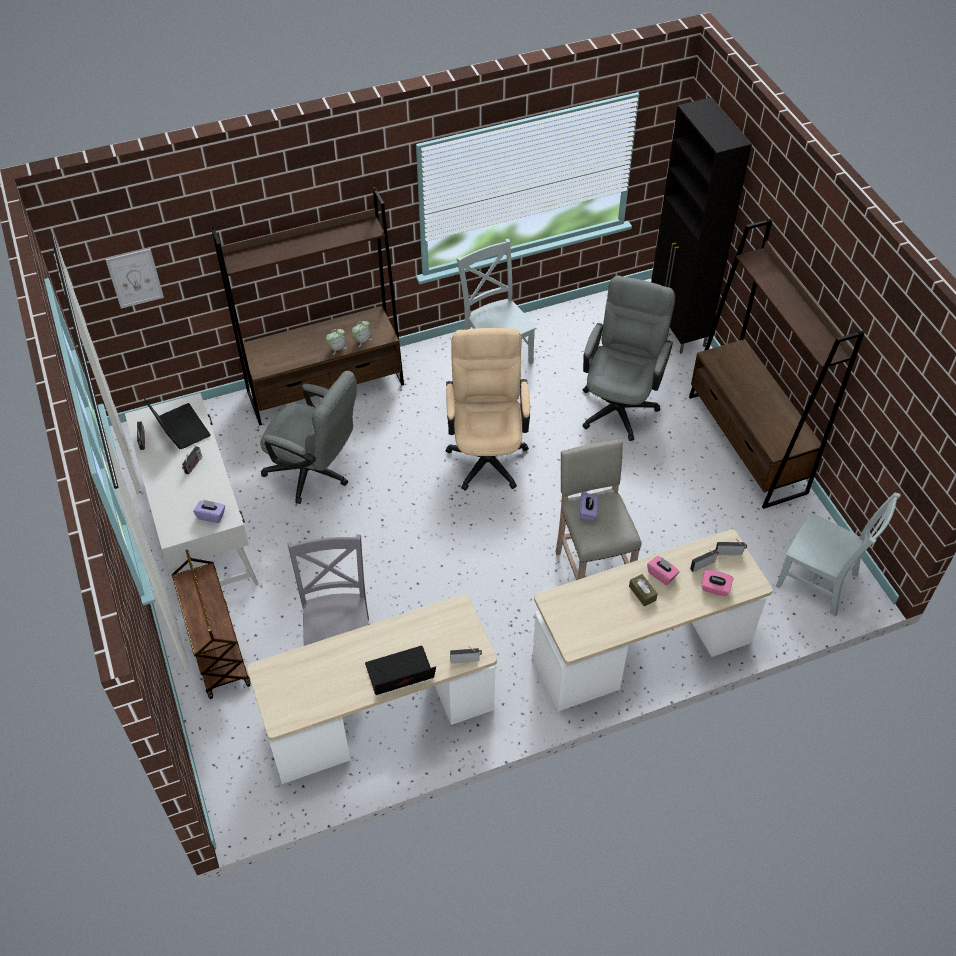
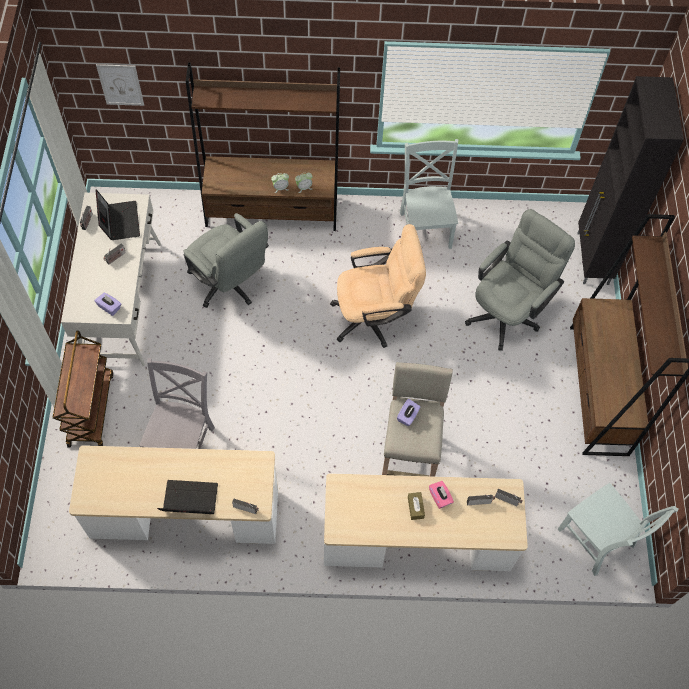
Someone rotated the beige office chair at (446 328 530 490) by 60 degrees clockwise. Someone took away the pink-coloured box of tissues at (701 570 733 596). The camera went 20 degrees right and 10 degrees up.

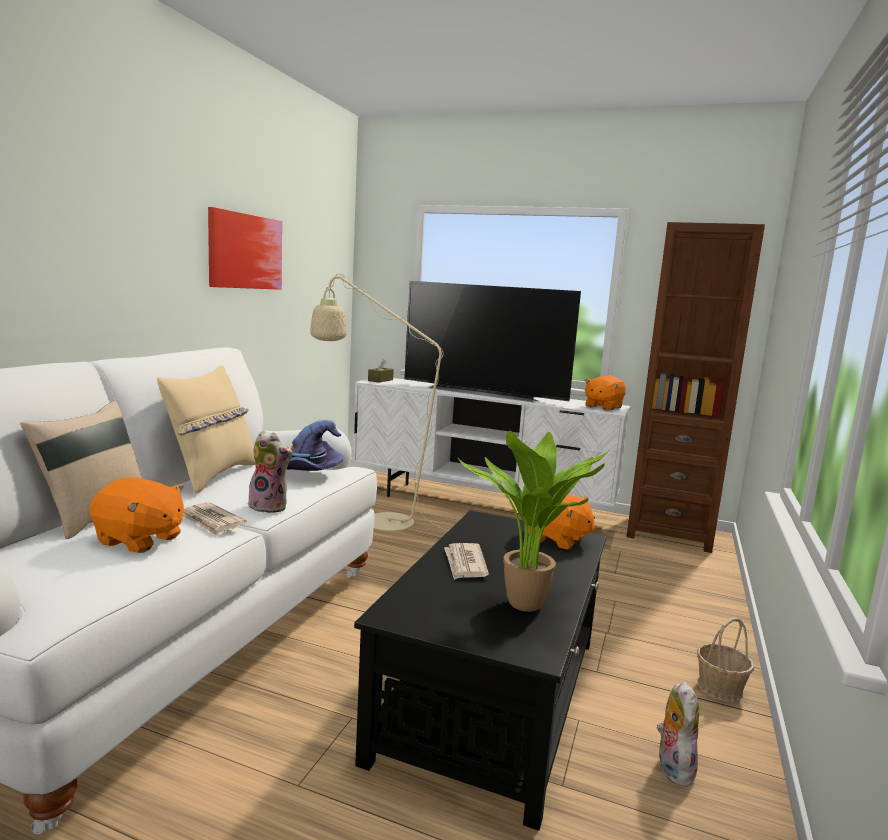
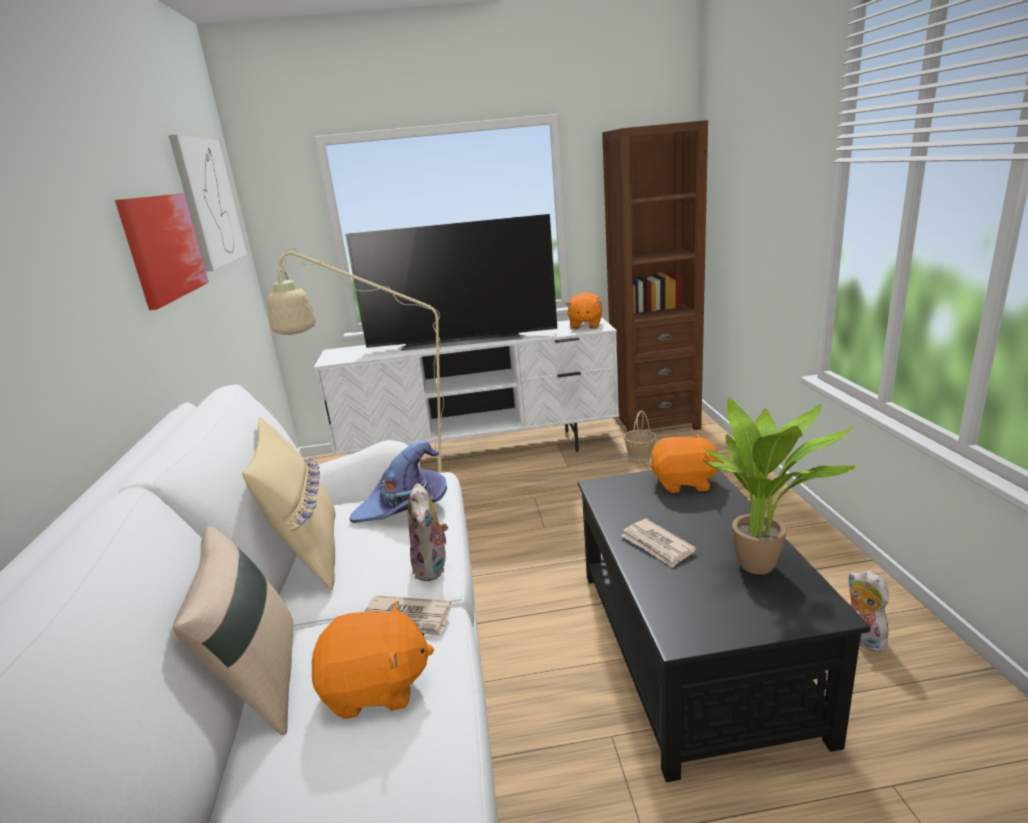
Someone took away the brown box of tissues at (368 358 394 383). Someone rotated the cuddly toy at (248 430 292 513) by 90 degrees clockwise. Someone carried the household basket from (697 617 754 702) to (624 410 657 461). Someone put up the wall picture at (169 134 247 272). The camera went 25 degrees left and 10 degrees up.

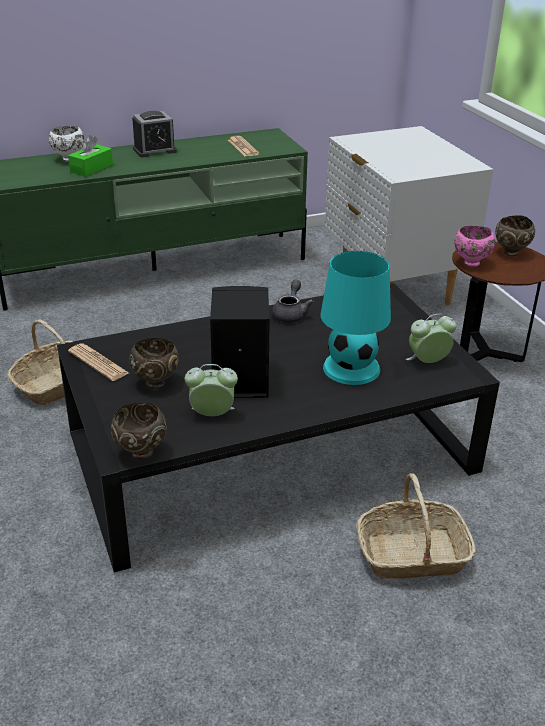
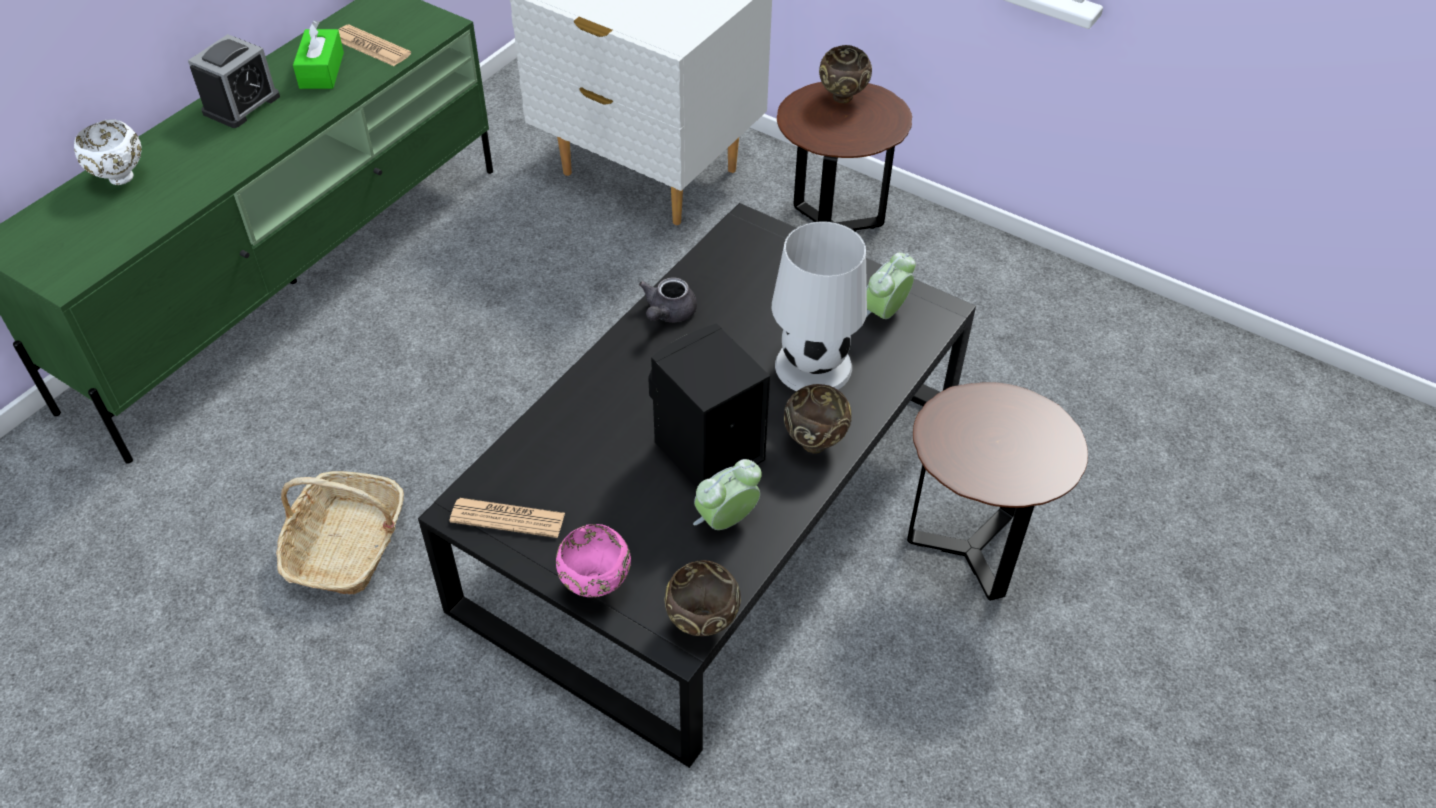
Someone carried the green-coloured box of tissues from (68 135 113 177) to (293 20 344 89). Someone carried the pink-coloured deep dish from (454 226 495 267) to (556 524 631 597). Someone repainted the blue-green tabletop lamp at (321 251 391 385), which became the white tabletop lamp at (772 221 867 391). Someone rotated the grey teapot at (272 280 314 323) by 135 degrees counterclockwise. Someone carried the brown deep dish from (129 338 179 389) to (784 384 852 454). Someone swapped the household basket at (356 473 476 579) for the brown accent table at (907 382 1088 601). The camera went 35 degrees left and 15 degrees up.

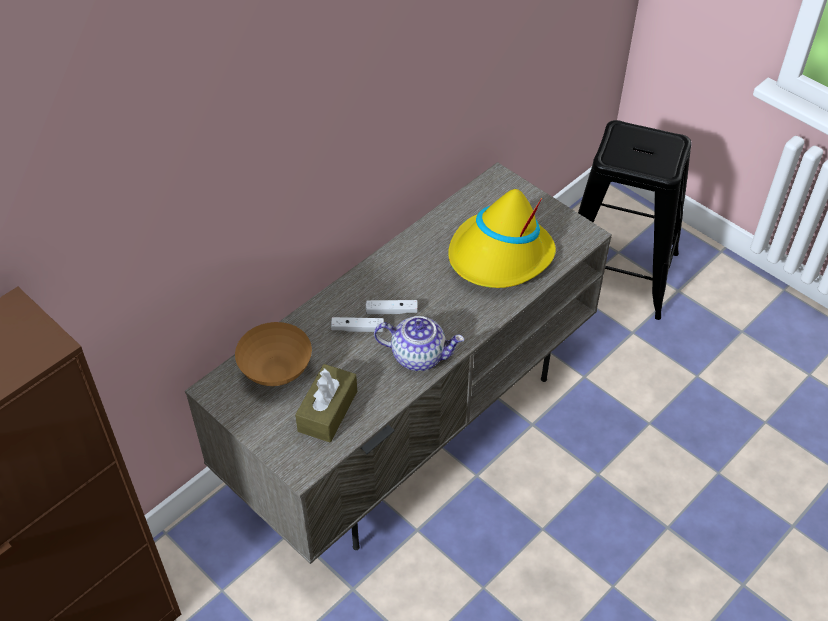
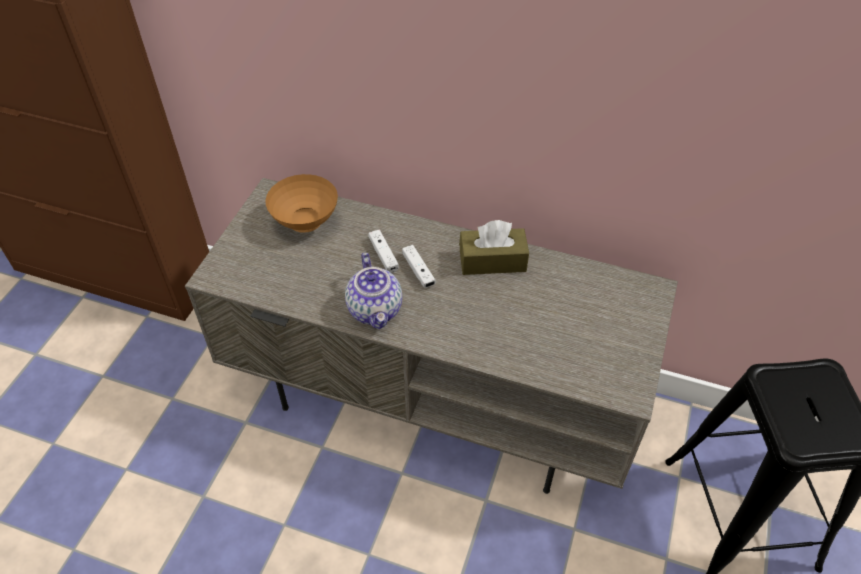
Someone took away the yellowish wearable hat at (448 189 556 288). Someone carried the brown box of tissues from (295 364 357 442) to (459 220 529 275). The camera went 65 degrees right and 0 degrees up.

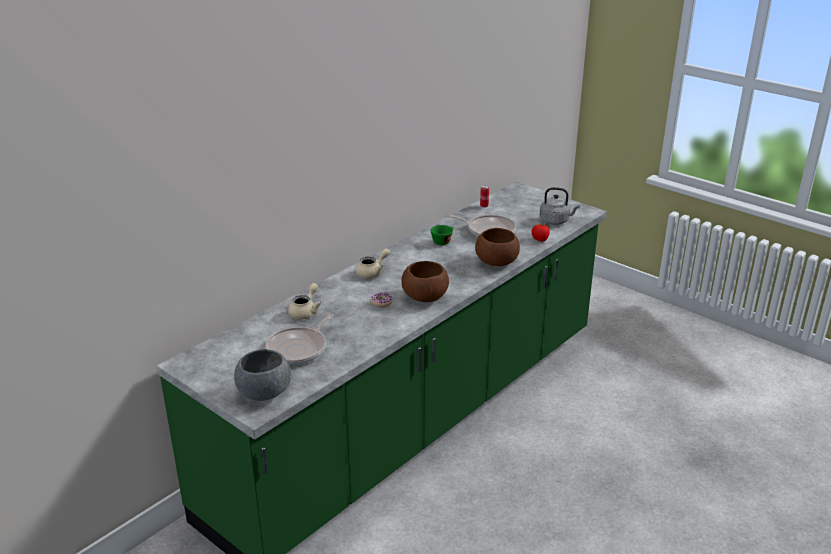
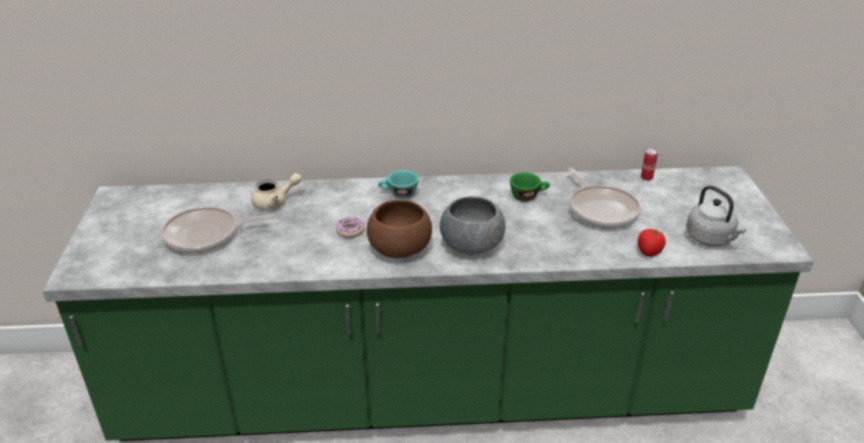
Someone took away the brown deep dish at (475 228 520 266). Someone swapped the beige teapot at (355 249 390 279) for the blue-green small cup at (378 170 419 199). Someone carried the grey deep dish from (234 349 291 401) to (440 196 505 255). The camera went 45 degrees right and 5 degrees up.

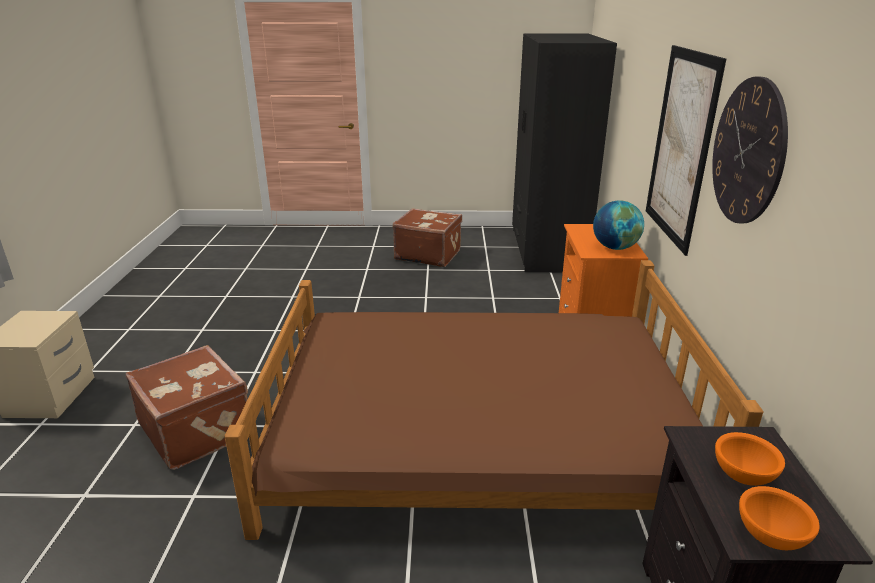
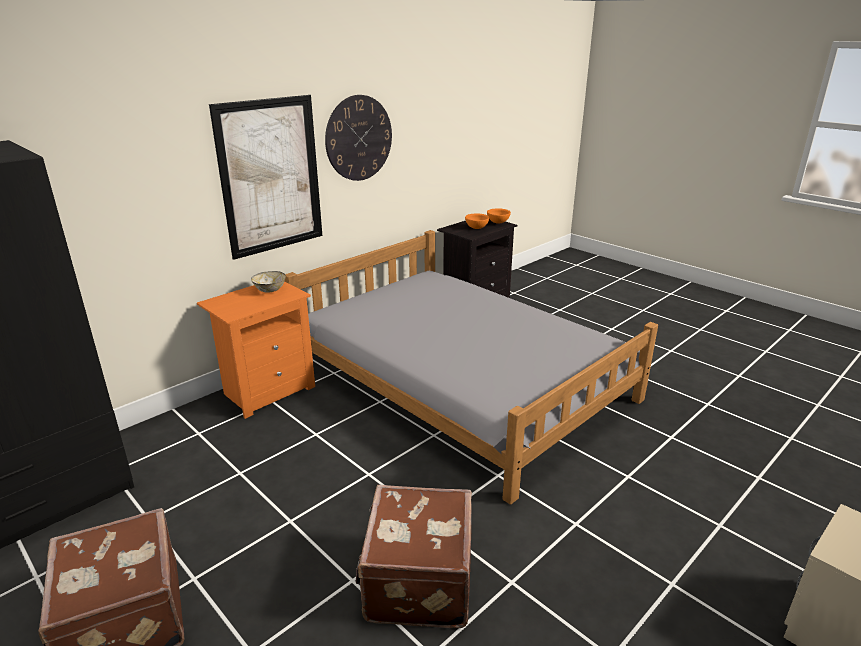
Someone swapped the world globe at (593 200 644 250) for the deep dish at (251 271 286 293). Someone repainted the brown bed at (224 260 764 540), which became the grey bed at (285 230 658 505). Someone carried the brown suitcase from (126 345 248 470) to (356 485 472 628). The camera went 135 degrees left and 0 degrees up.

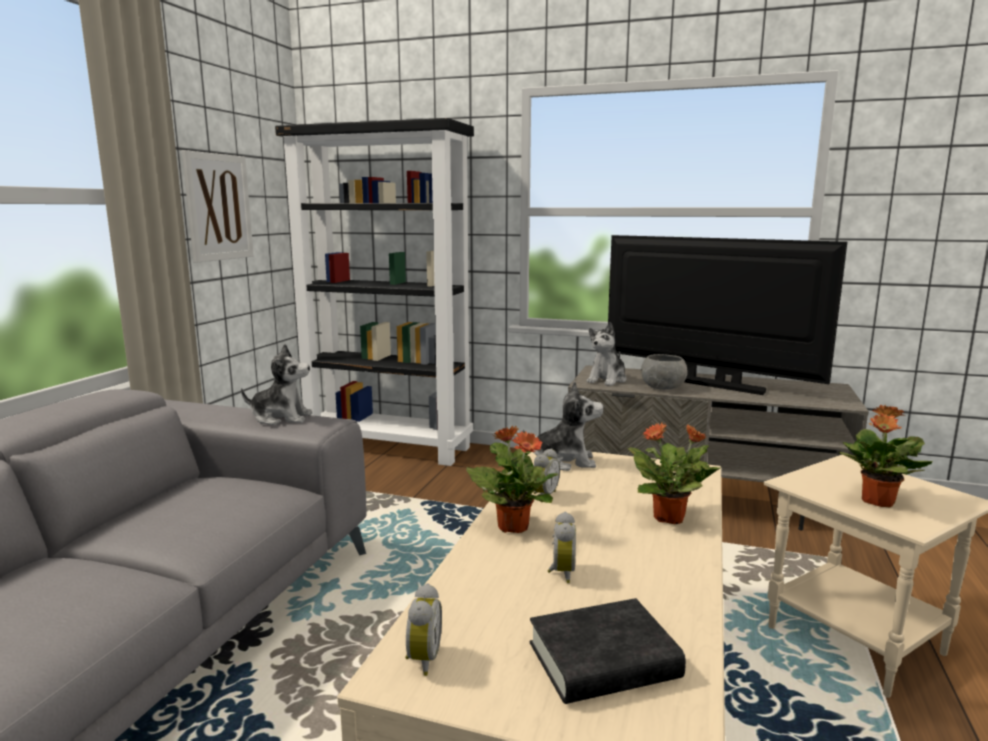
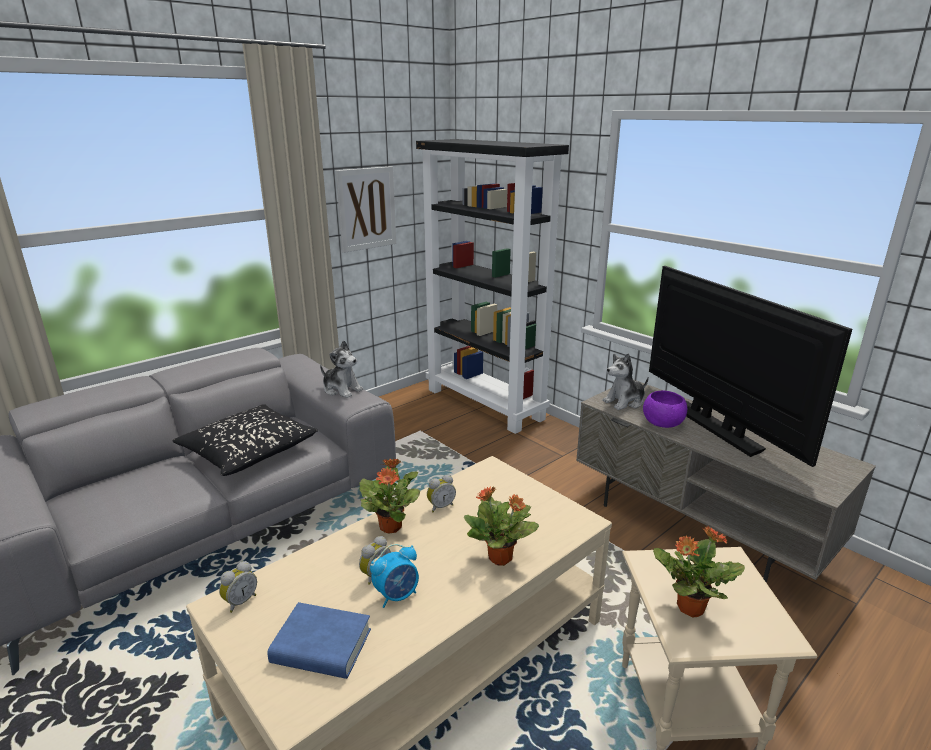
Someone repainted the grey deep dish at (641 354 688 390), which became the purplish deep dish at (643 391 687 428). Someone took away the cuddly toy at (522 381 604 471). Someone repainted the blackish bound book at (530 598 686 704), which became the blue bound book at (267 602 371 679). Someone put down the blackish throw pillow at (173 404 318 476). Someone put down the alarm clock at (370 544 419 608). The camera went 30 degrees right and 10 degrees up.

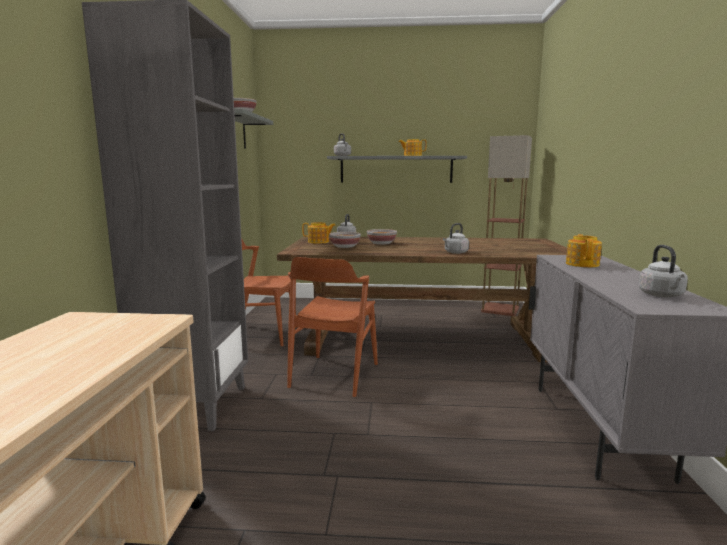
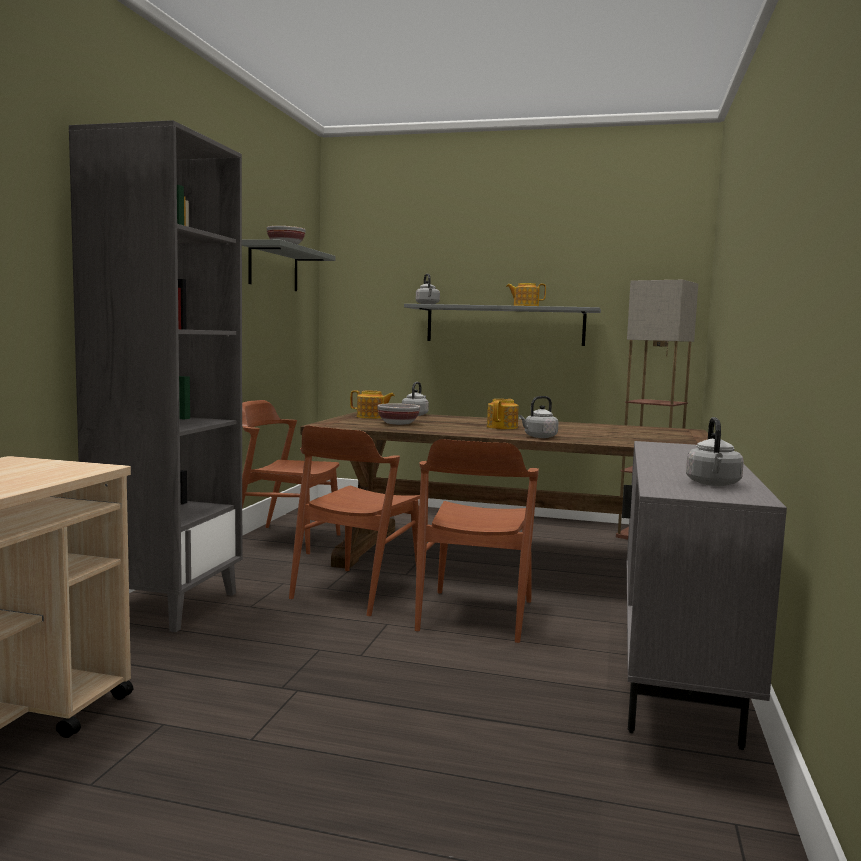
Someone took away the deep dish at (367 229 397 245). Someone carried the teapot from (566 234 602 267) to (487 399 518 429). Someone put down the brown chair at (415 439 539 643). The camera went 10 degrees right and 5 degrees down.

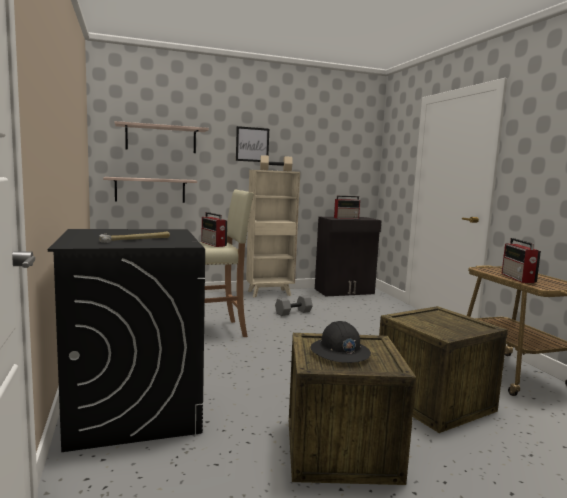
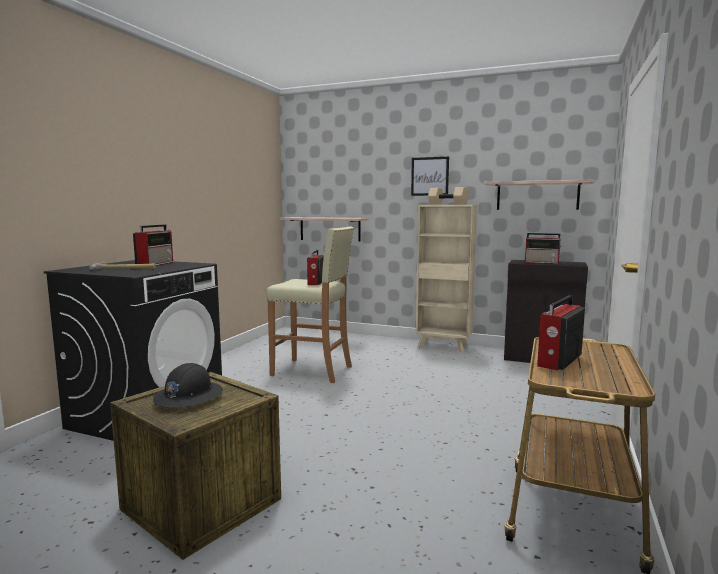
Someone carried the bracket shelf from (115 121 209 153) to (484 180 595 210). Someone took away the grey dumbbell at (275 295 313 316). Someone took away the shipping crate at (379 306 508 433). Someone put down the radio at (133 224 173 266). The camera went 40 degrees right and 0 degrees up.

